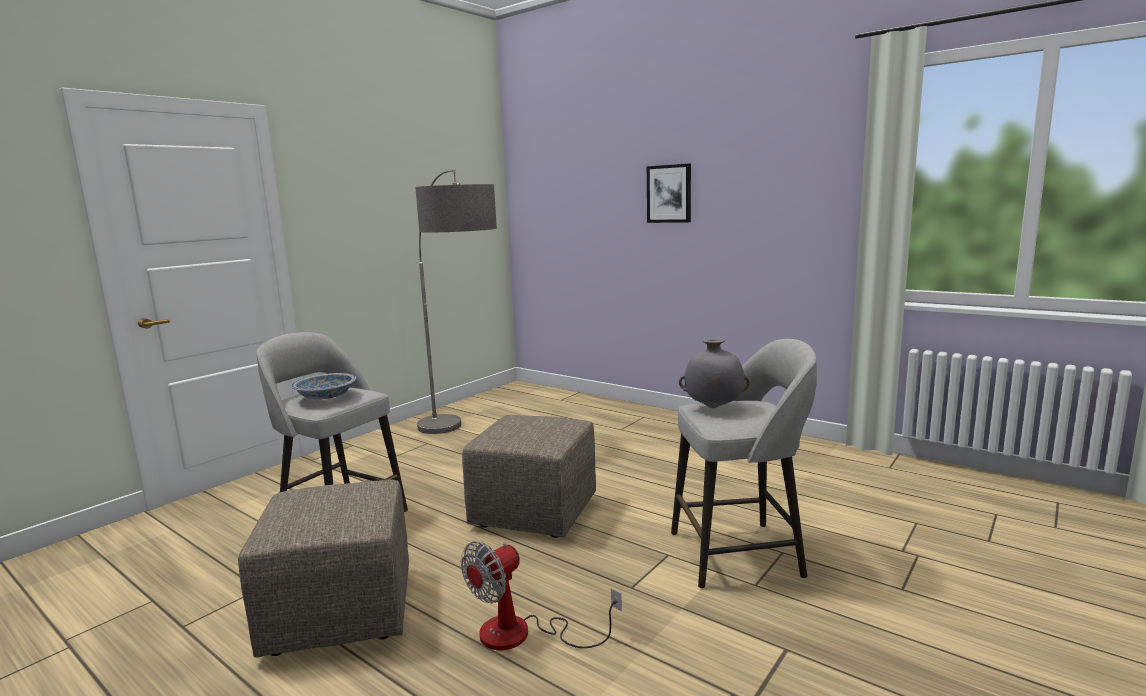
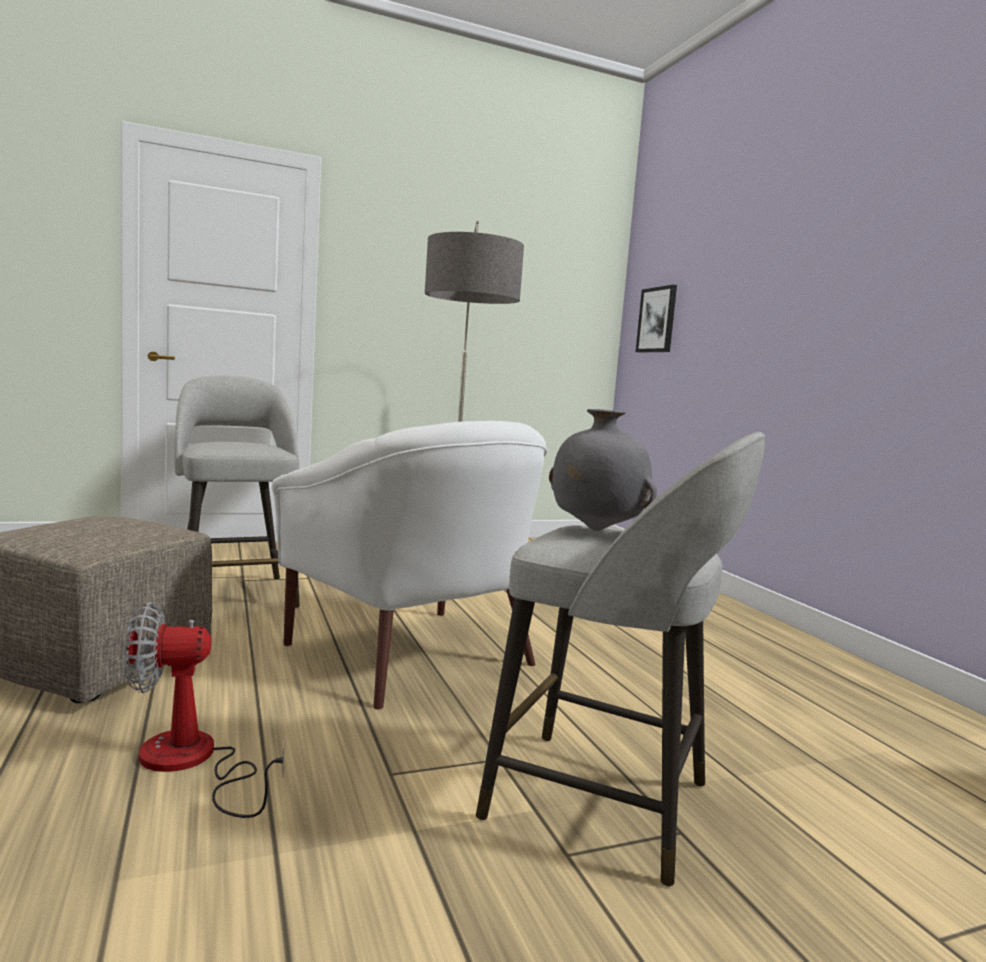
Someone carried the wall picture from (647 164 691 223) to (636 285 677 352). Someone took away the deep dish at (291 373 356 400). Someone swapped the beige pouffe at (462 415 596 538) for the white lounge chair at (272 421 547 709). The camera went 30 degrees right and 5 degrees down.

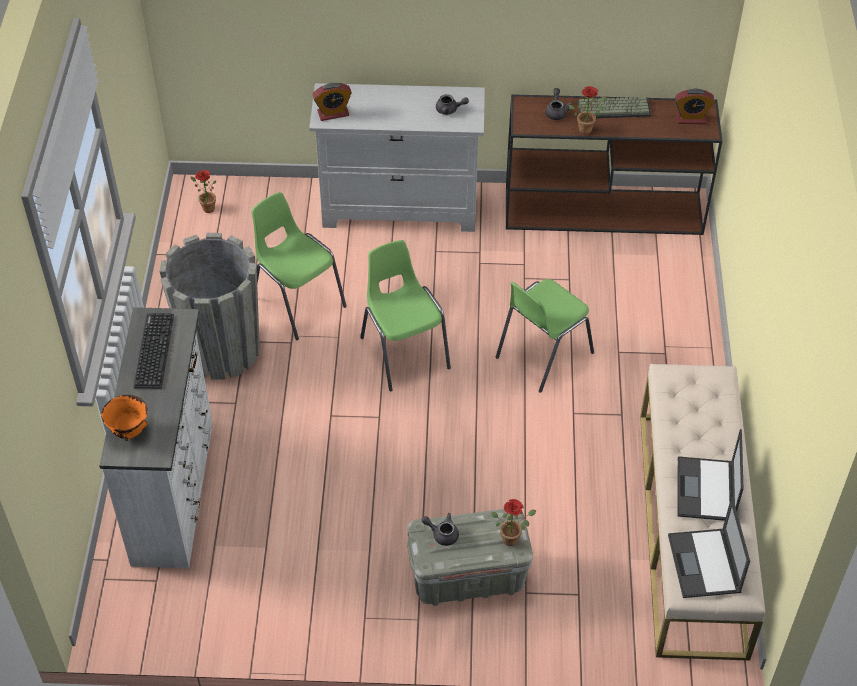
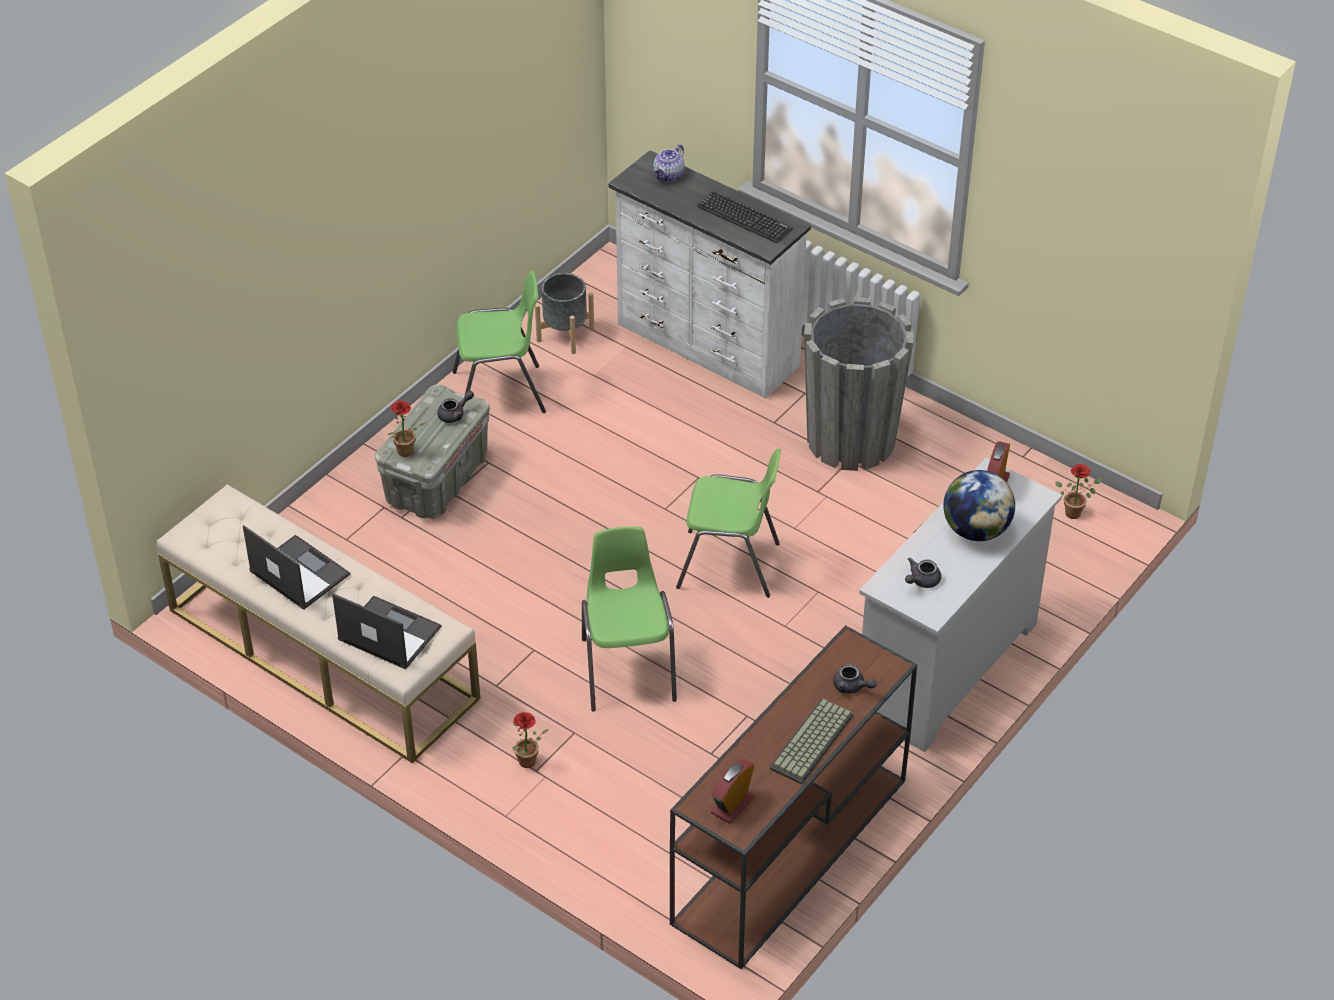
Someone carried the houseplant from (568 86 607 134) to (512 712 548 768). Someone carried the green-coloured chair from (251 192 347 340) to (453 270 546 413). Someone swapped the orangey deep dish at (101 395 148 441) for the teapot at (653 144 685 181). Someone carried the portable computer from (668 497 750 598) to (332 593 442 670). Someone put down the grey plant pot at (535 273 594 354). Someone put down the world globe at (943 470 1015 541). The camera went 125 degrees right and 5 degrees down.

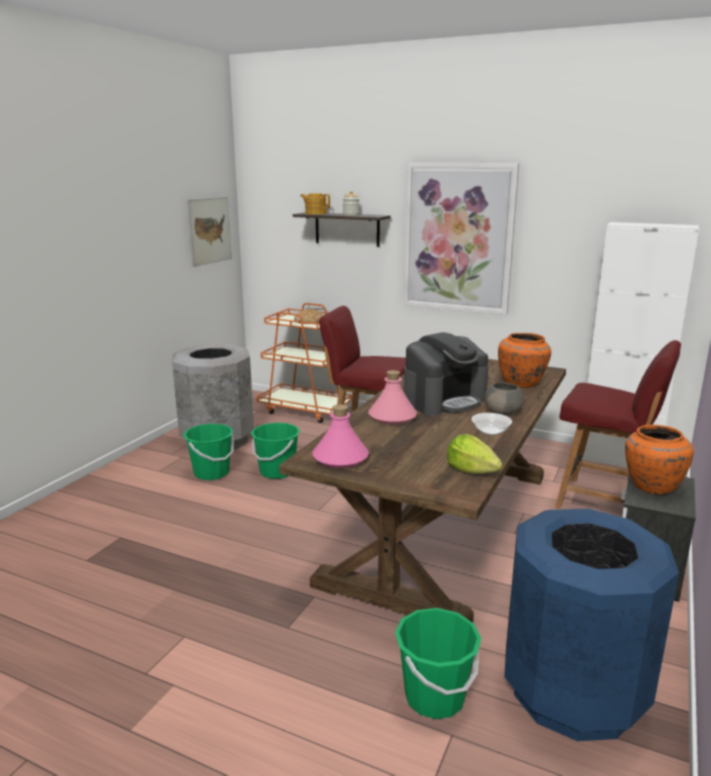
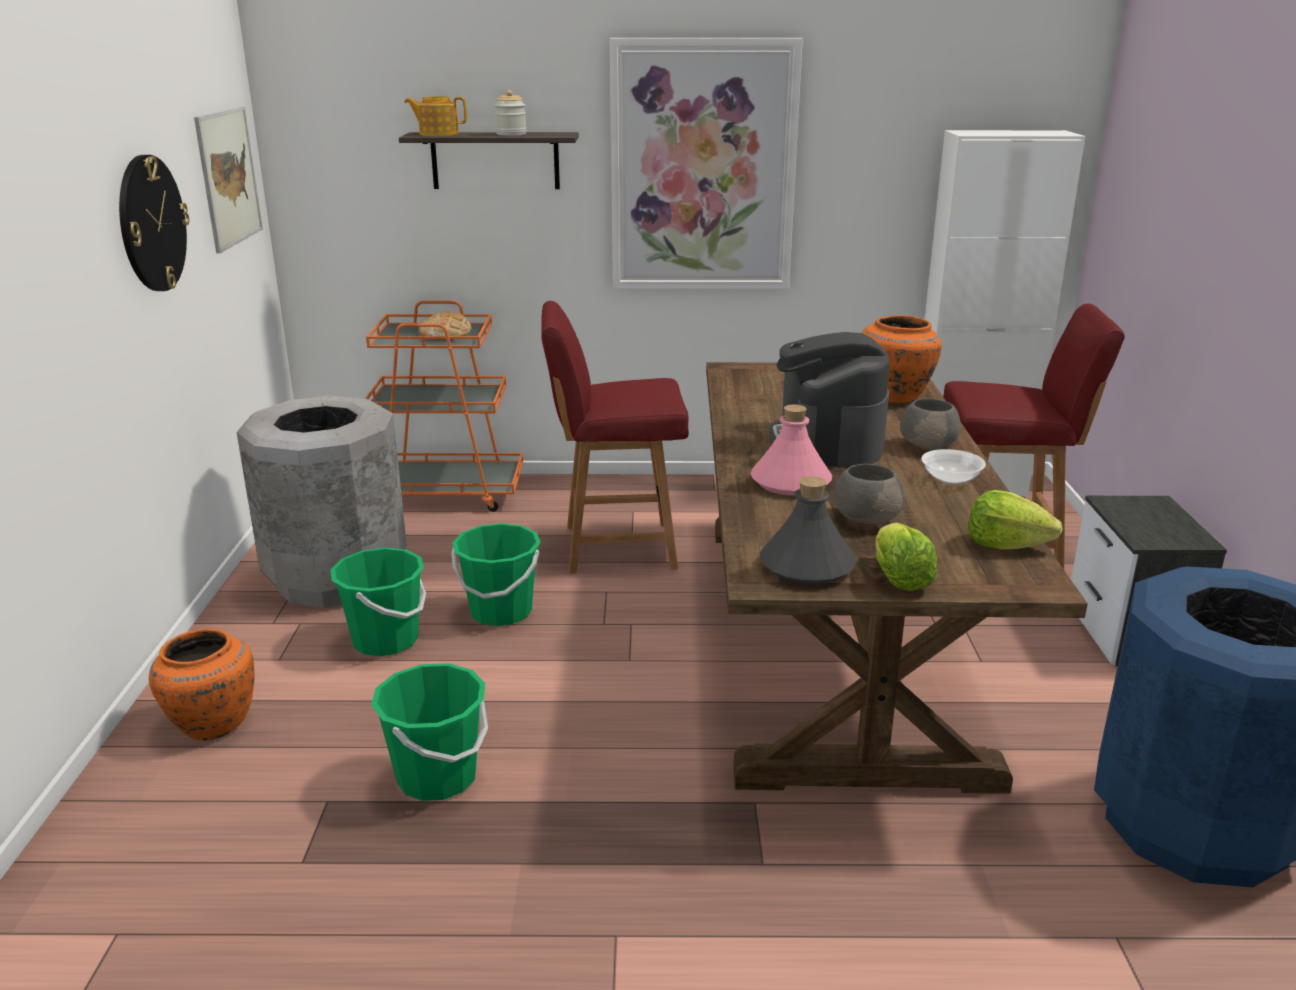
Someone rotated the coffee brewer at (404 332 489 416) by 150 degrees clockwise. Someone repainted the pink-coloured drink bottle at (312 404 369 468), which became the grey drink bottle at (760 476 856 585). Someone carried the orangey flower vase from (625 425 694 495) to (149 629 255 741). Someone carried the green-coloured water bucket from (395 608 481 719) to (371 663 488 801). Someone put up the hanging clock at (119 155 189 291). Someone put down the grey deep dish at (834 464 905 524). Someone put down the lettuce at (876 523 937 591). The camera went 25 degrees left and 5 degrees up.

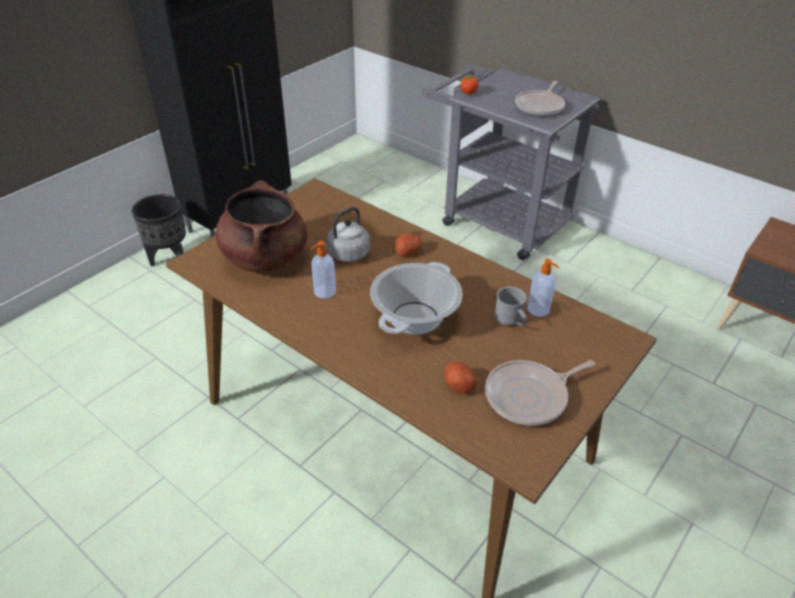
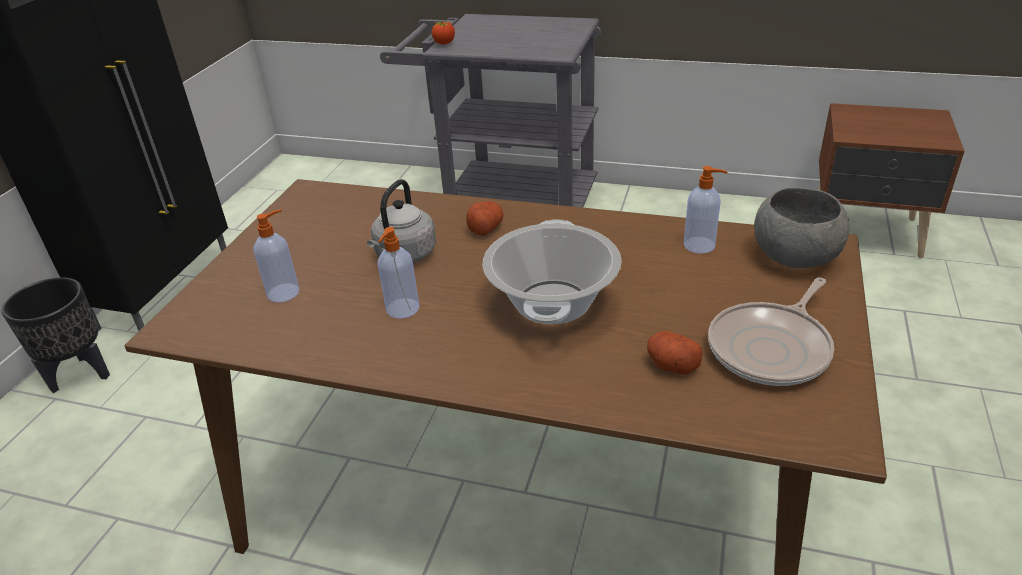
Someone took away the pan at (515 81 565 116). Someone swapped the brown cooking pot at (216 180 307 272) for the soap bottle at (254 210 299 302). Someone took away the grey mug at (495 287 527 327). Someone put down the grey deep dish at (754 187 850 268). The camera went 20 degrees left and 5 degrees down.

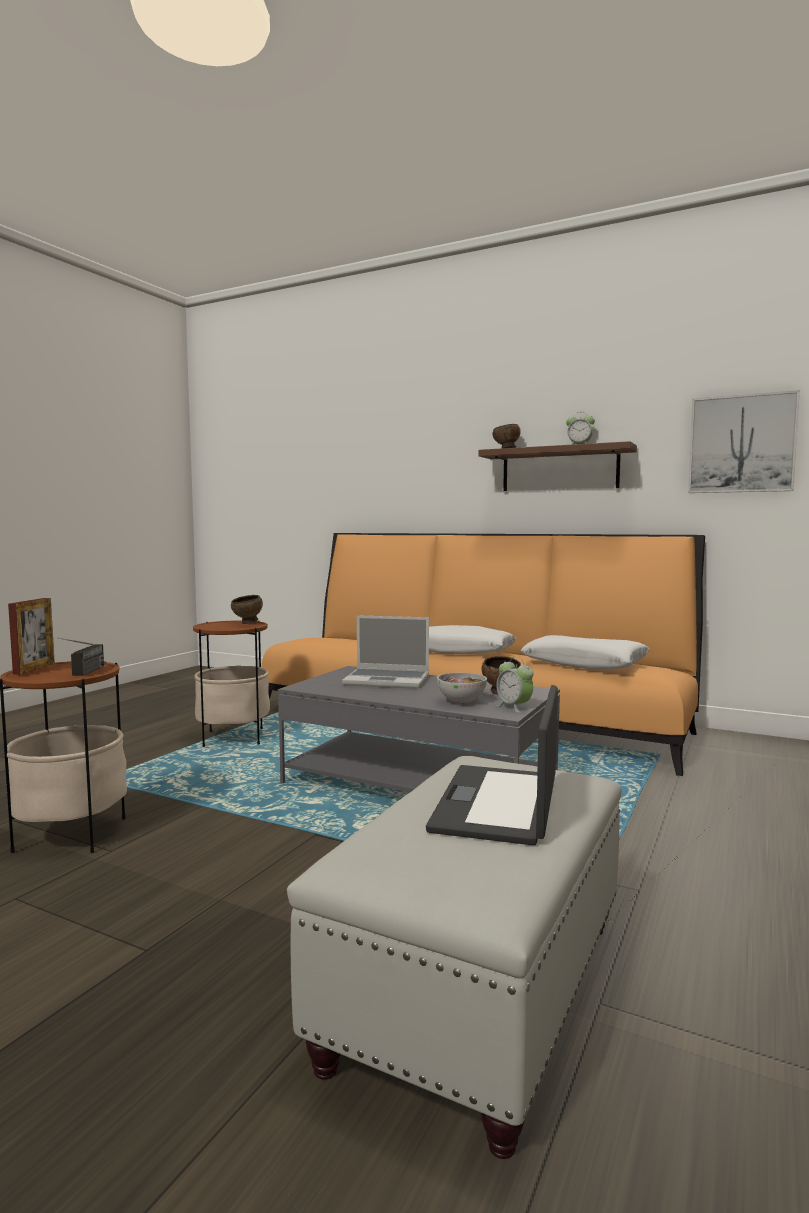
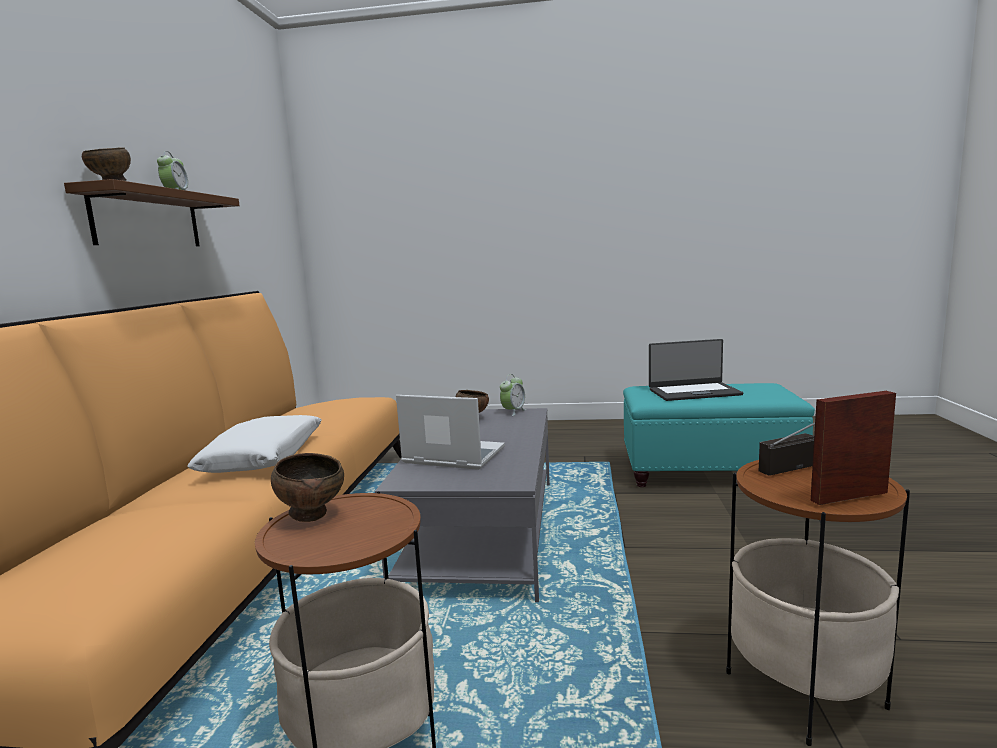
Someone took away the wall picture at (688 390 800 493). Someone rotated the portable computer at (342 615 429 689) by 60 degrees counterclockwise. Someone took away the white throw pillow at (521 635 650 670). Someone took away the deep dish at (437 673 487 704). Someone repainted the white pouffe at (287 756 622 1159), which became the blue-green pouffe at (623 383 815 487). The camera went 110 degrees left and 5 degrees up.

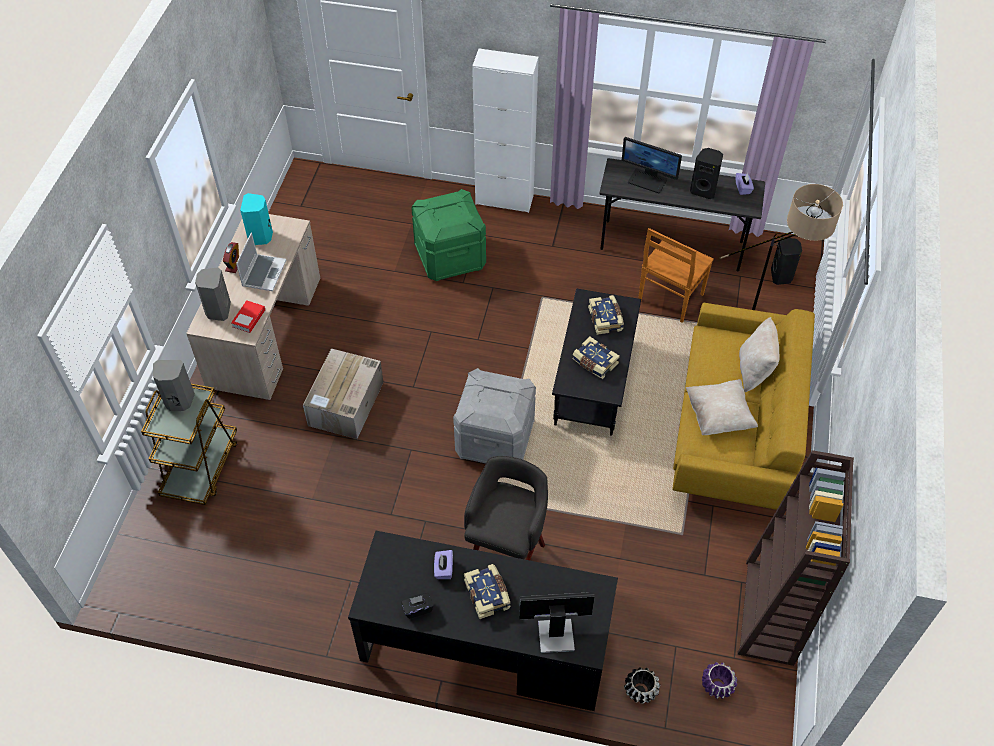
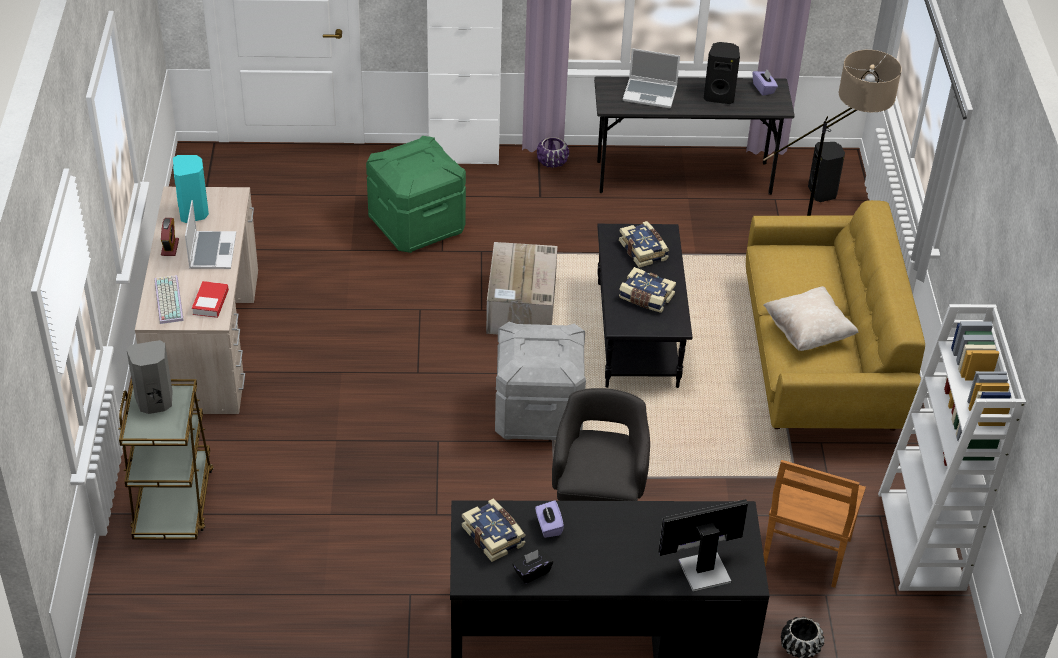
Someone swapped the monitor at (622 137 682 193) for the portable computer at (623 48 680 108). Someone carried the brown chair from (638 228 714 323) to (763 460 866 588). Someone swapped the grey audio speaker at (195 268 231 321) for the computer keyboard at (155 275 184 324). Someone took away the beige throw pillow at (739 317 780 393). Someone carried the packing box from (303 348 383 439) to (486 242 558 334). Someone repainted the brown bookcase at (737 450 854 666), which became the white bookcase at (878 304 1026 591). Someone carried the bound book from (464 564 511 619) to (462 499 526 562). Someone carried the purplish plant pot from (702 662 737 699) to (537 137 569 168). The camera went 15 degrees left and 10 degrees down.

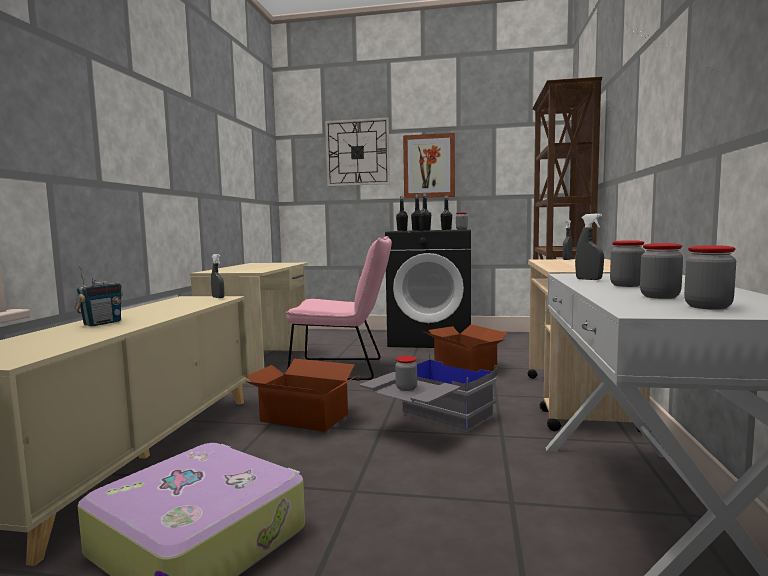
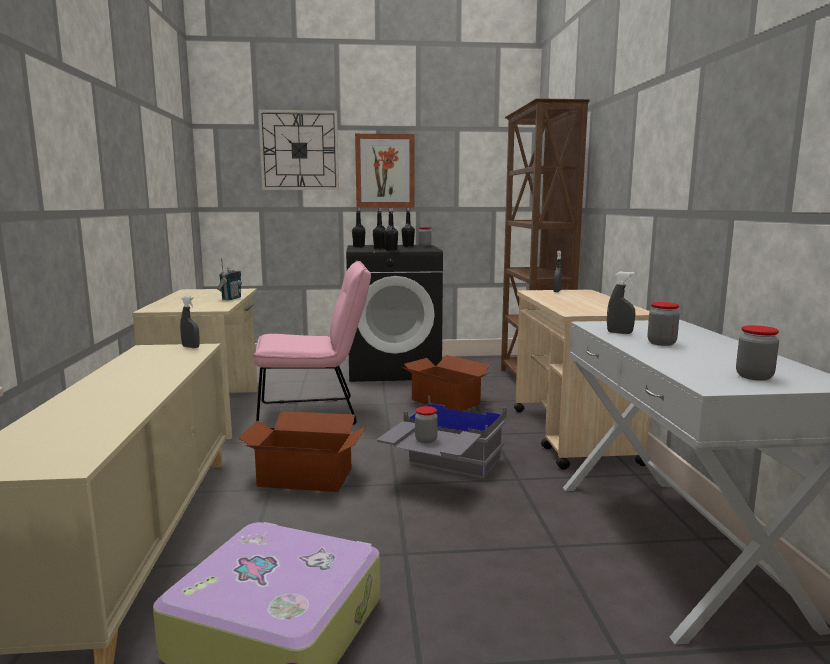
Someone took away the jar at (640 243 683 299). Someone carried the radio from (75 265 123 326) to (217 258 242 300). The camera went 15 degrees left and 5 degrees up.

